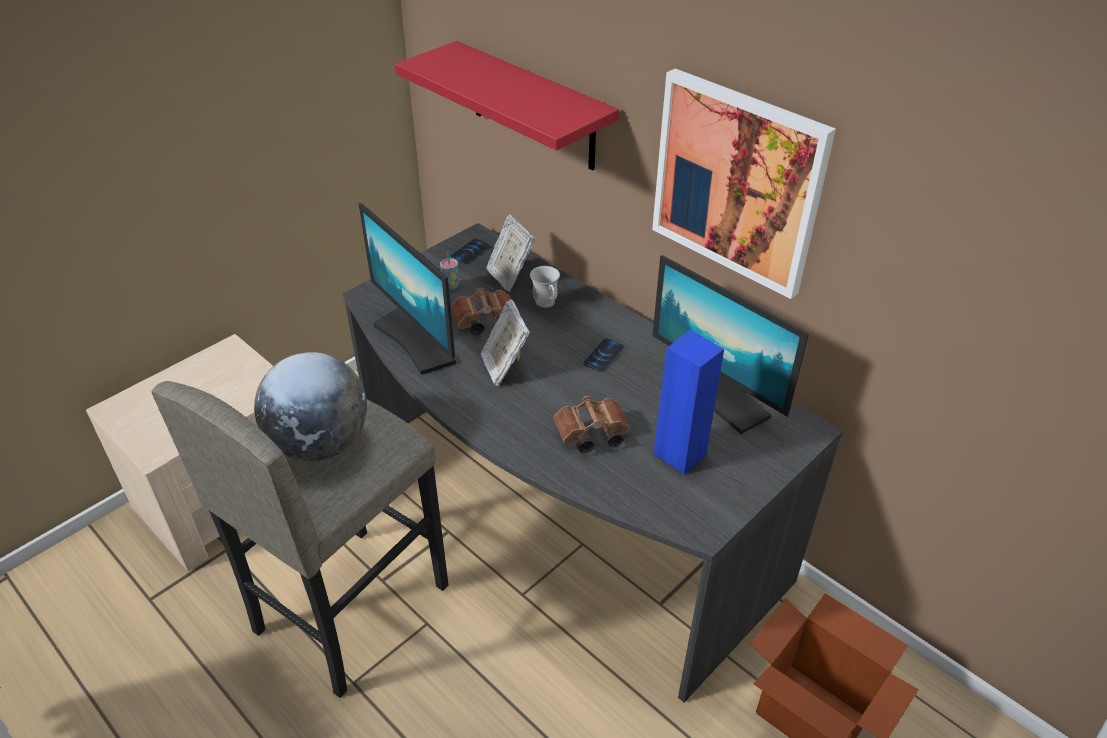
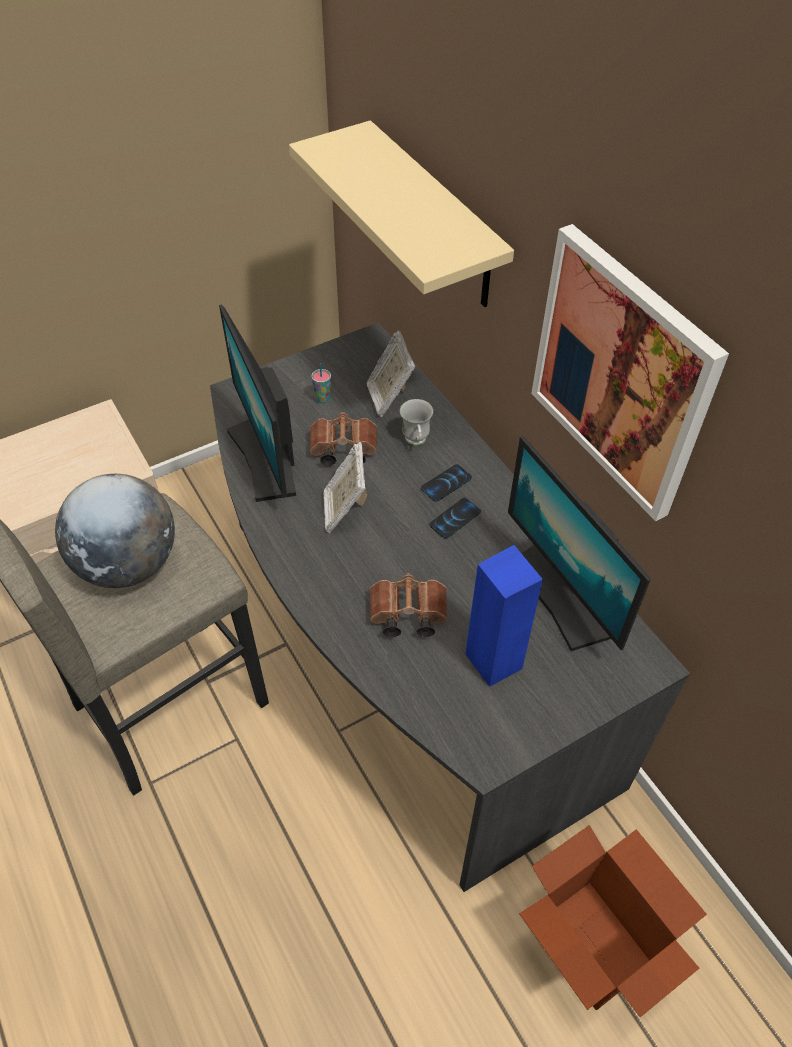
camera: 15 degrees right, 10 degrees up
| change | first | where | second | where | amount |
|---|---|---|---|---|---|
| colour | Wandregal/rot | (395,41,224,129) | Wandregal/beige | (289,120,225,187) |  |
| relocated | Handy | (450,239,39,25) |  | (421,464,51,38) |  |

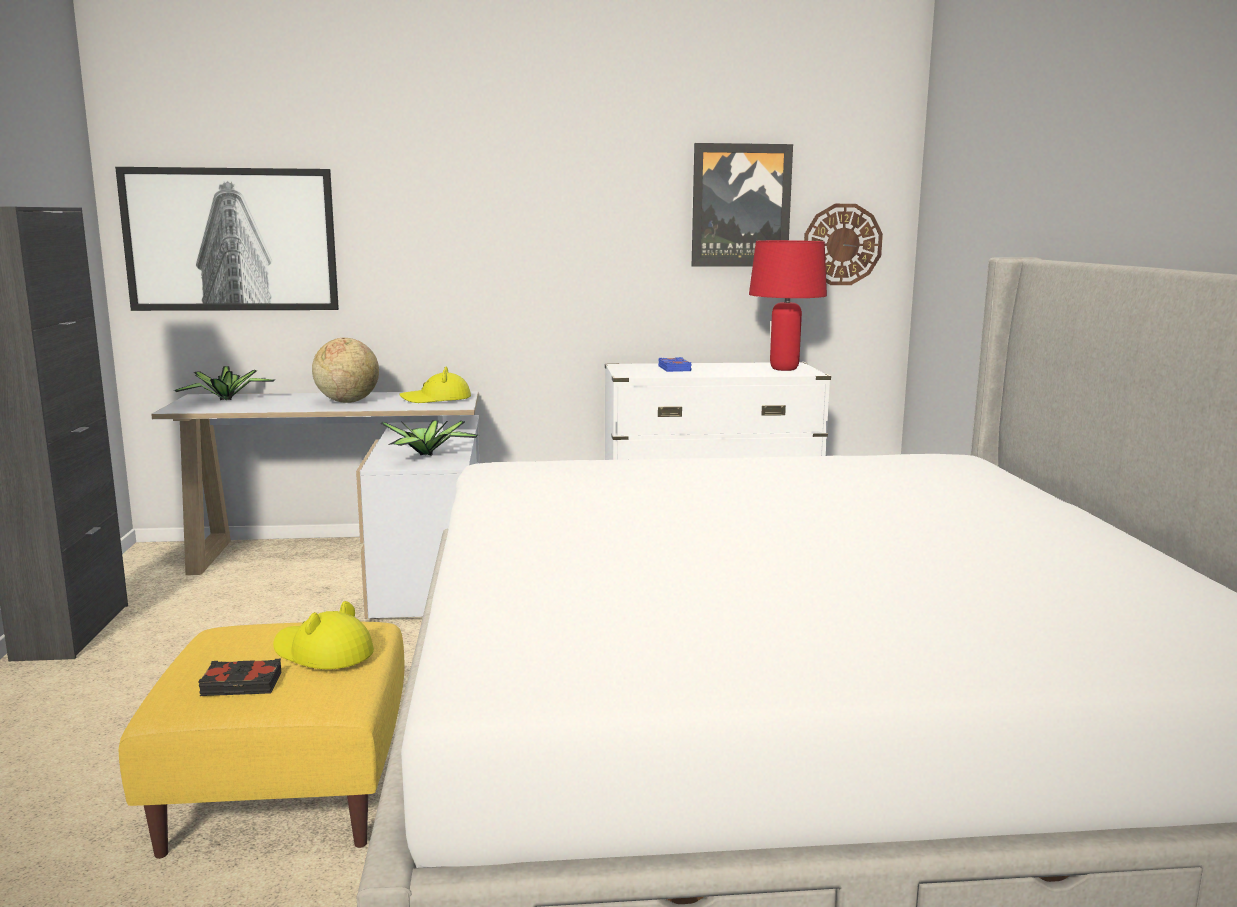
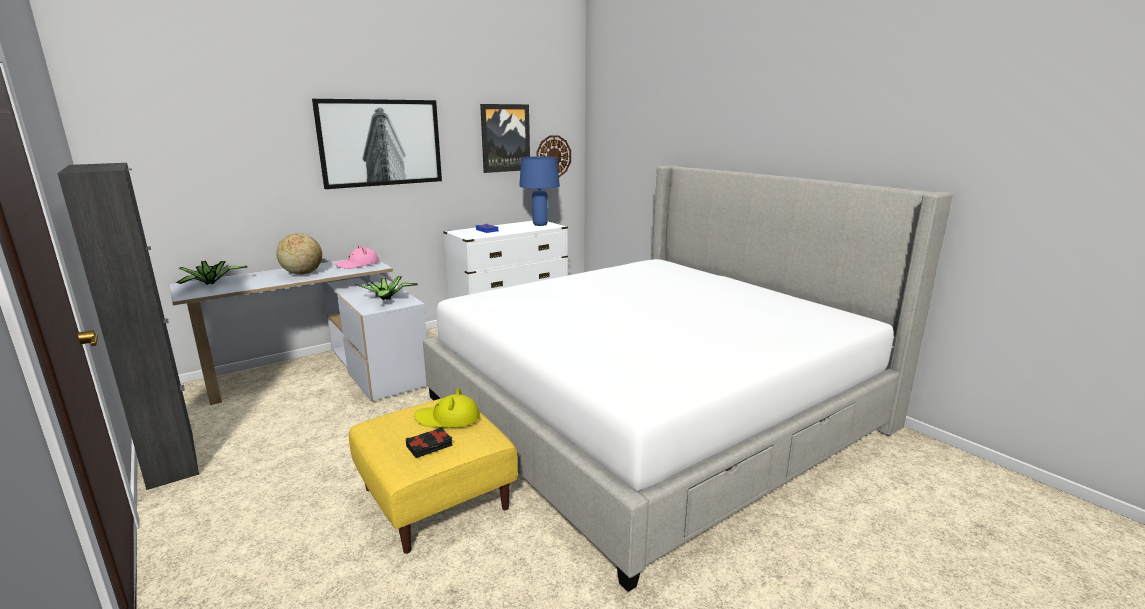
camera: 30 degrees left, 5 degrees up
| change | first | where | second | where | amount |
|---|---|---|---|---|---|
| relocated | Bild | (115,167,224,144) |  | (312,99,130,90) |  |
| colour | Tischlampe/rot | (749,240,78,131) | Tischlampe/blau | (519,156,41,70) |  |
| colour | Hut/gelb | (399,367,72,36) | Hut/rosa | (334,244,45,25) |  |

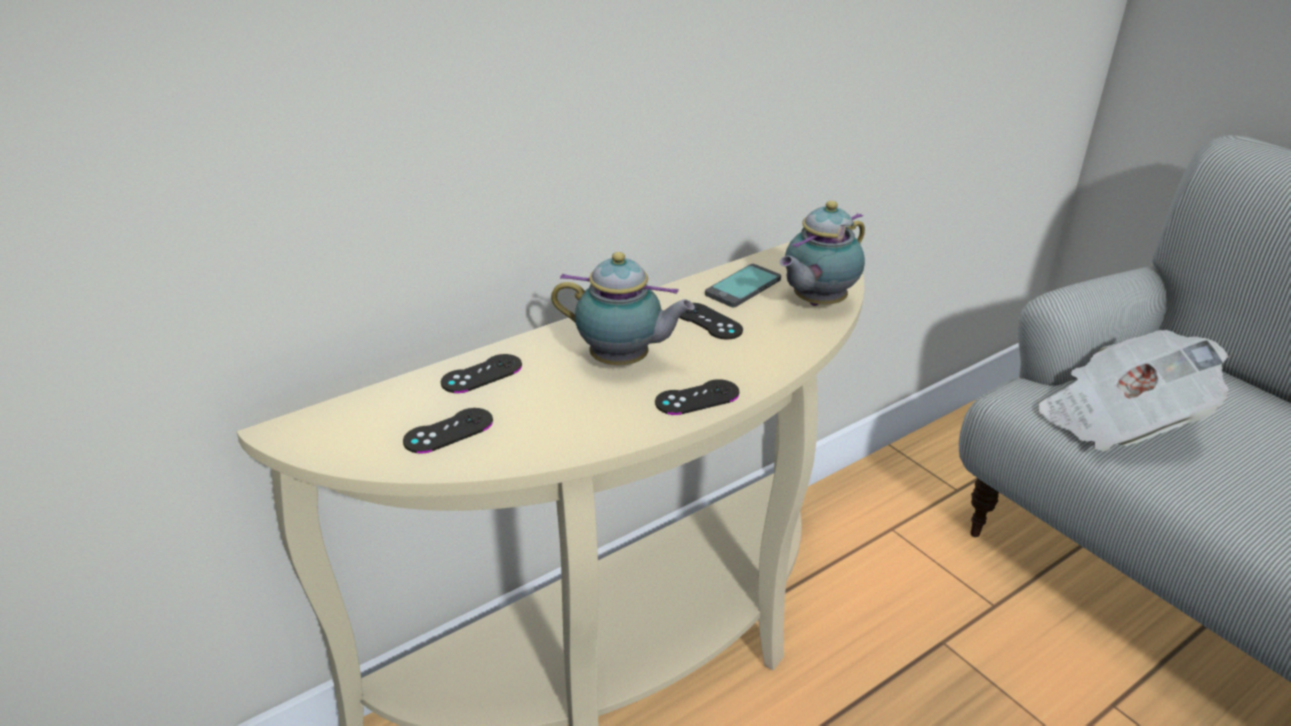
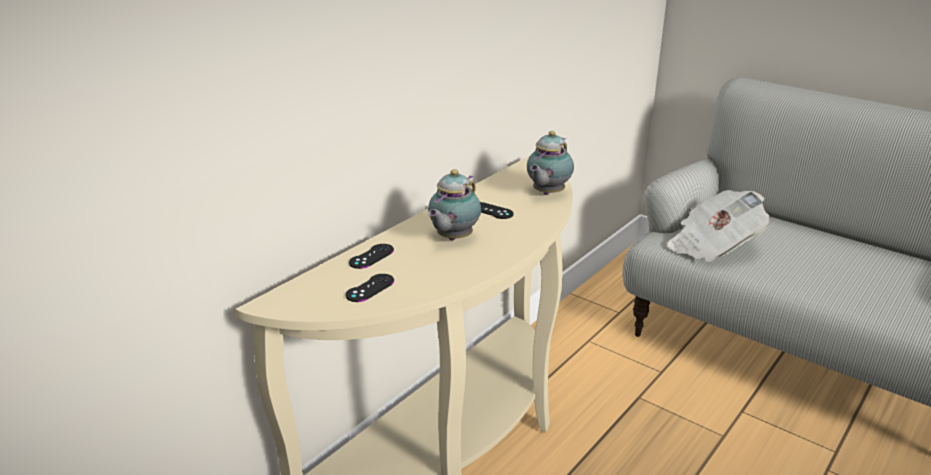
camera: 15 degrees left, 5 degrees down
| change | first | where | second | where | amount |
|---|---|---|---|---|---|
| spun | Teekanne | (551,252,144,113) |  | (428,169,53,71) | 120 degrees clockwise |
| missing | Handy | (705,264,76,43) |  |  |  |
| missing | Gamepad/schwarz | (655,379,84,36) |  |  |  |

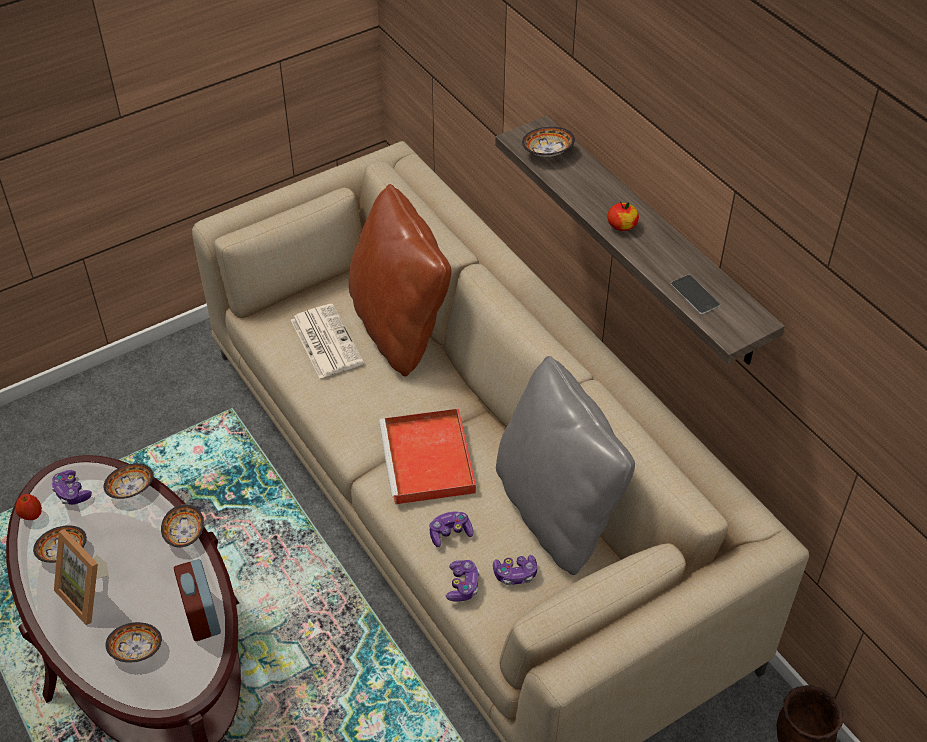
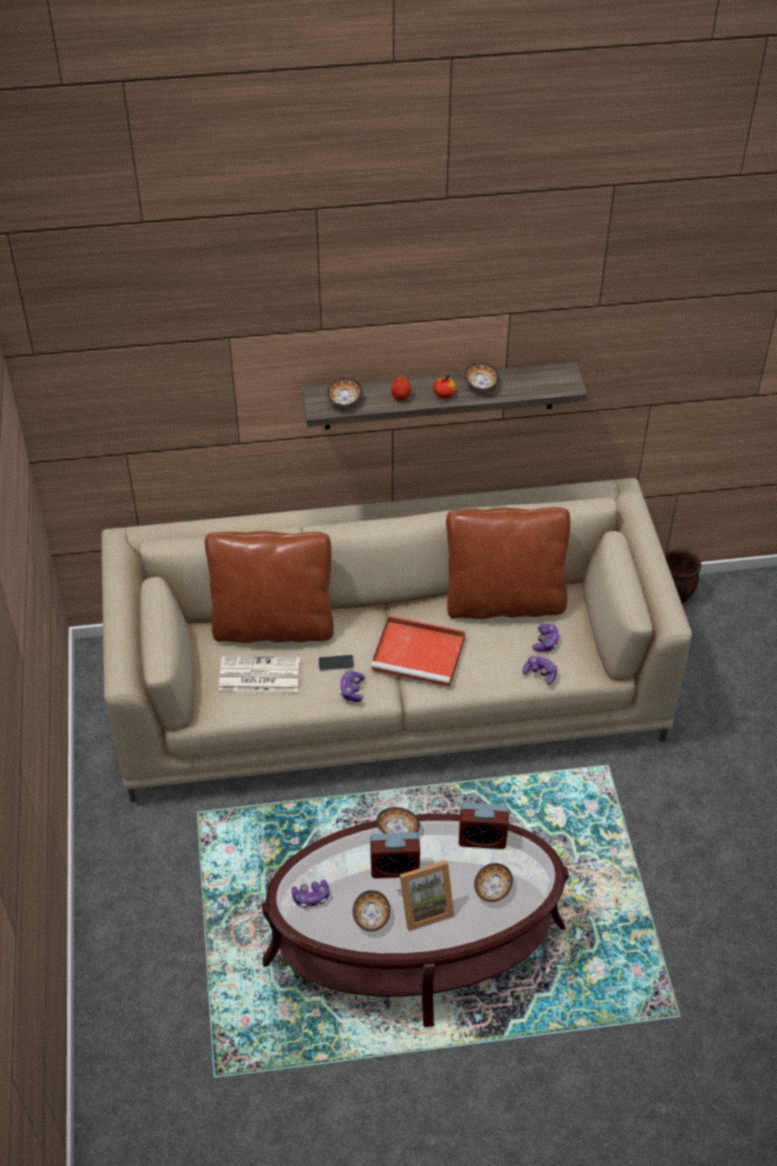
camera: 65 degrees left, 0 degrees up
| change | first | where | second | where | amount |
|---|---|---|---|---|---|
| relocated | Handy | (670,275,50,39) |  | (318,655,36,16) |  |
| colour | Kissen/grau | (496,356,139,219) | Kissen/braun | (446,507,124,112) |  |
| relocated | Schüssel | (104,463,49,36) |  | (464,362,35,28) |  |
| relocated | Apfel | (15,494,27,26) |  | (391,376,20,25) |  |
| relocated | Gamepad | (430,511,44,36) |  | (339,671,26,31) |  |
| appeared |  |  | Wecker | (370,832,50,46) |  |

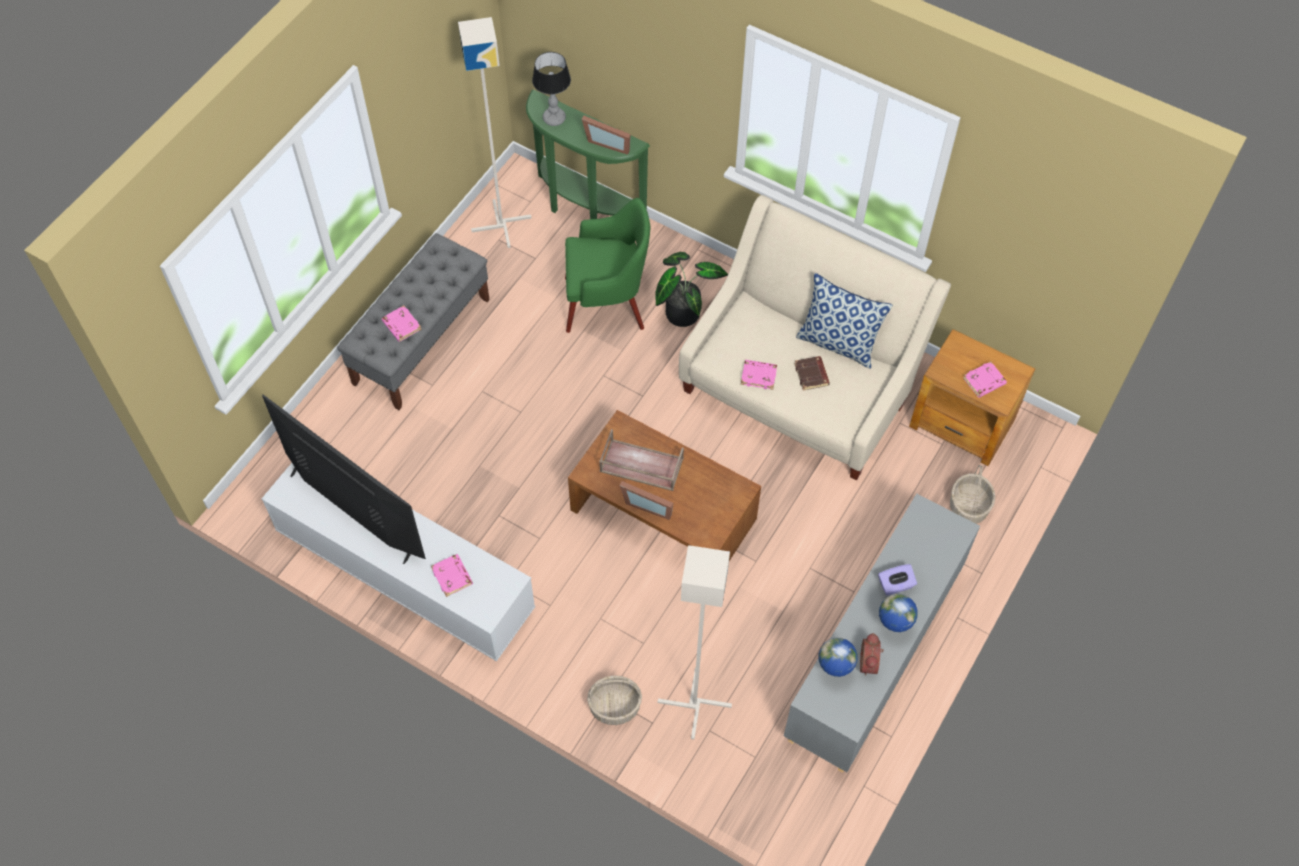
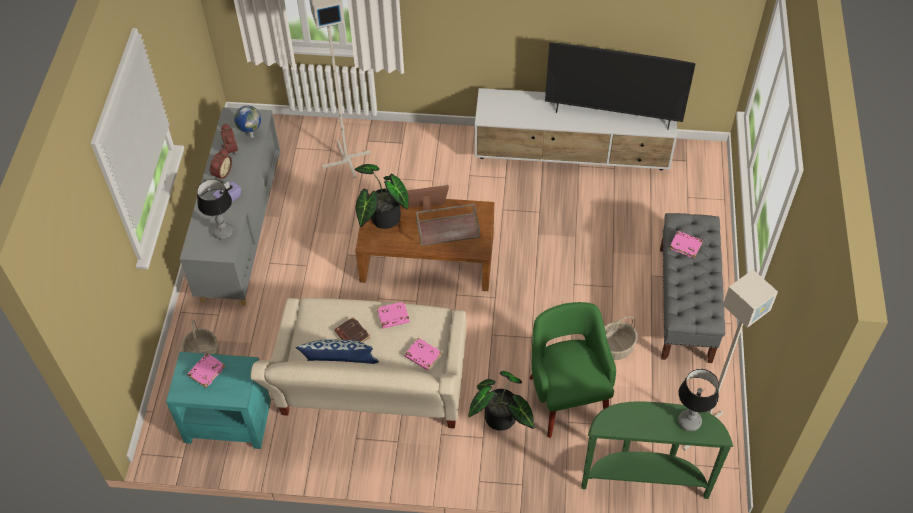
camera: 155 degrees right, 5 degrees down
| change | first | where | second | where | amount |
|---|---|---|---|---|---|
| missing | Bilderrahmen | (582,116,49,39) |  |  |  |
| spun | Sessel/grün | (565,198,85,135) |  | (529,302,87,136) | 105 degrees clockwise |
| colour | Beistelltisch/braun | (909,329,126,137) | Beistelltisch/türkis | (166,352,105,97) |  |
| relocated | Buch/rosa | (431,554,42,43) |  | (405,338,37,33) |  |
| exchanged | Globus | (879,594,39,38) | Wecker | (210,148,22,32) |  |
| relocated | Korb | (587,675,55,50) |  | (604,316,34,44) |  |
| appeared |  |  | Topfpflanze | (355,164,53,65) |  |
| appeared |  |  | Tischlampe | (197,179,36,61) |  |

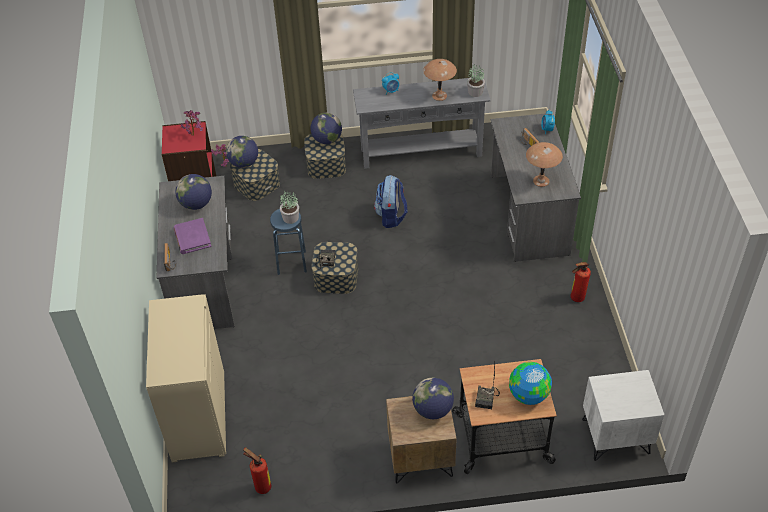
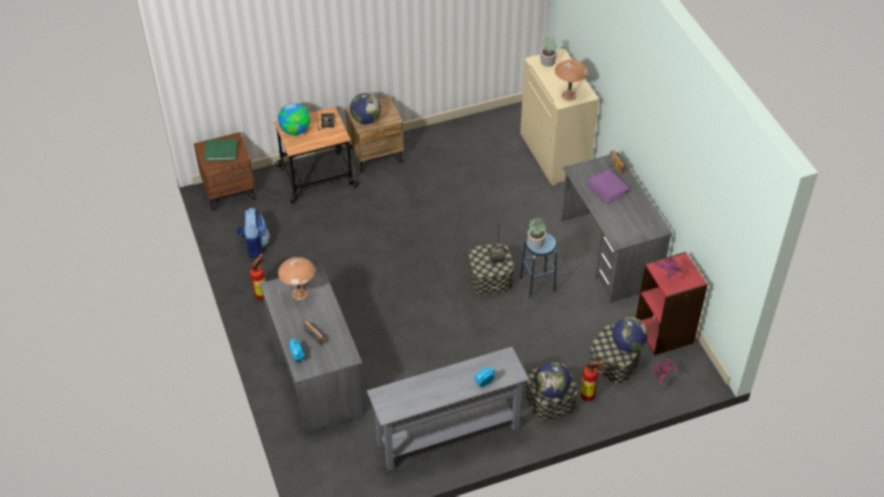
camera: 165 degrees right, 0 degrees up
| change | first | where | second | where | amount |
|---|---|---|---|---|---|
| relocated | Tischlampe/braun | (423,59,34,42) |  | (555,59,33,42) |  |
| relocated | Topfpflanze | (467,63,18,34) |  | (540,38,17,29) |  |
| missing | Globus | (175,174,37,36) |  |  |  |
| relocated | Rucksack | (374,175,33,53) |  | (237,208,33,50) |  |
| colour | Nachttisch/weiß | (582,370,82,91) | Nachttisch/braun | (194,132,62,79) |  |
| relocated | Feuerlöscher | (243,447,28,47) |  | (581,361,24,40) |  |
| appeared |  |  | Buch/grün | (204,139,34,23) |  |

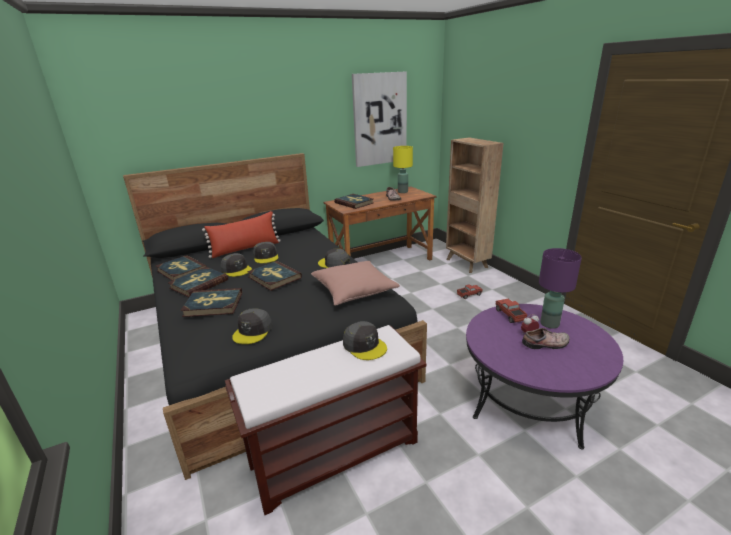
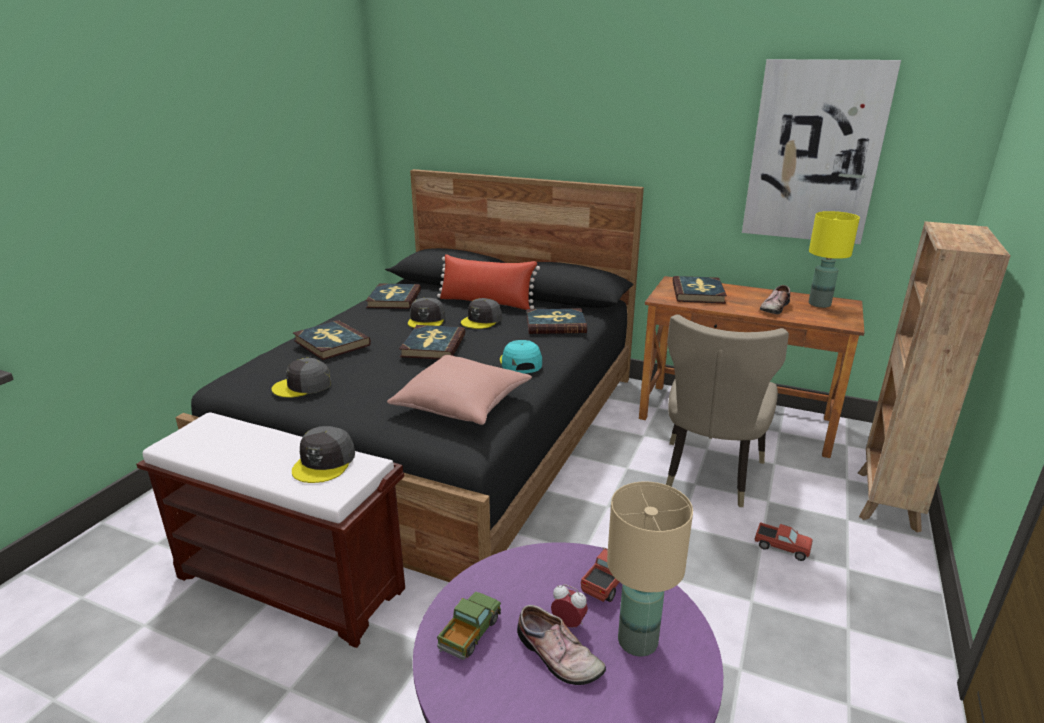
camera: 50 degrees right, 0 degrees up
| change | first | where | second | where | amount |
|---|---|---|---|---|---|
| colour | Tischlampe/lila | (539,248,43,81) | Tischlampe/beige | (607,481,86,175) |  |
| colour | Kappe/grau | (318,249,32,19) | Kappe/türkis | (500,340,42,33) |  |
| relocated | Buch | (168,267,60,30) |  | (527,308,60,26) |  |
| appeared |  |  | Stuhl/beige | (666,314,123,193) |  |
| appeared |  |  | Spielzeuglaster | (437,591,64,69) |  |

